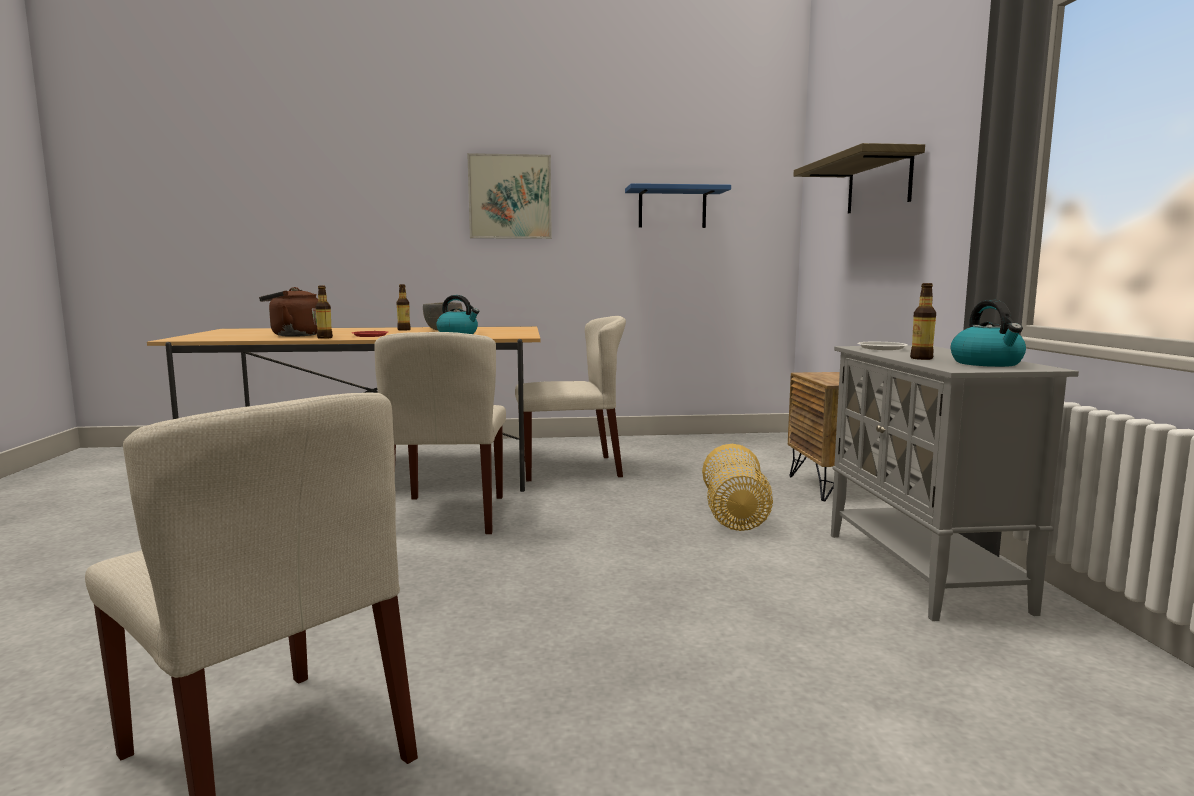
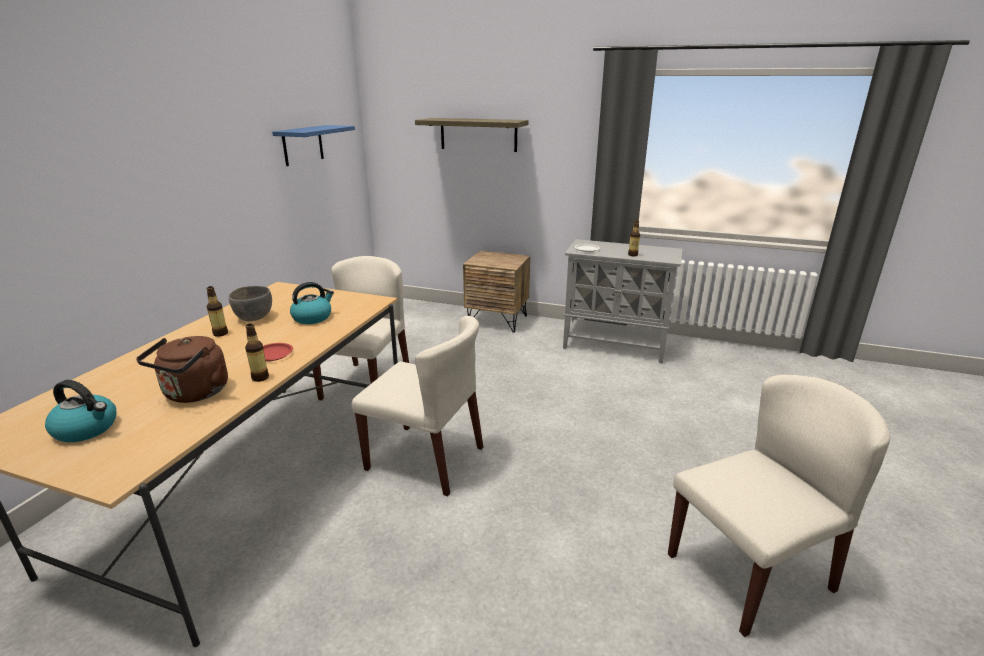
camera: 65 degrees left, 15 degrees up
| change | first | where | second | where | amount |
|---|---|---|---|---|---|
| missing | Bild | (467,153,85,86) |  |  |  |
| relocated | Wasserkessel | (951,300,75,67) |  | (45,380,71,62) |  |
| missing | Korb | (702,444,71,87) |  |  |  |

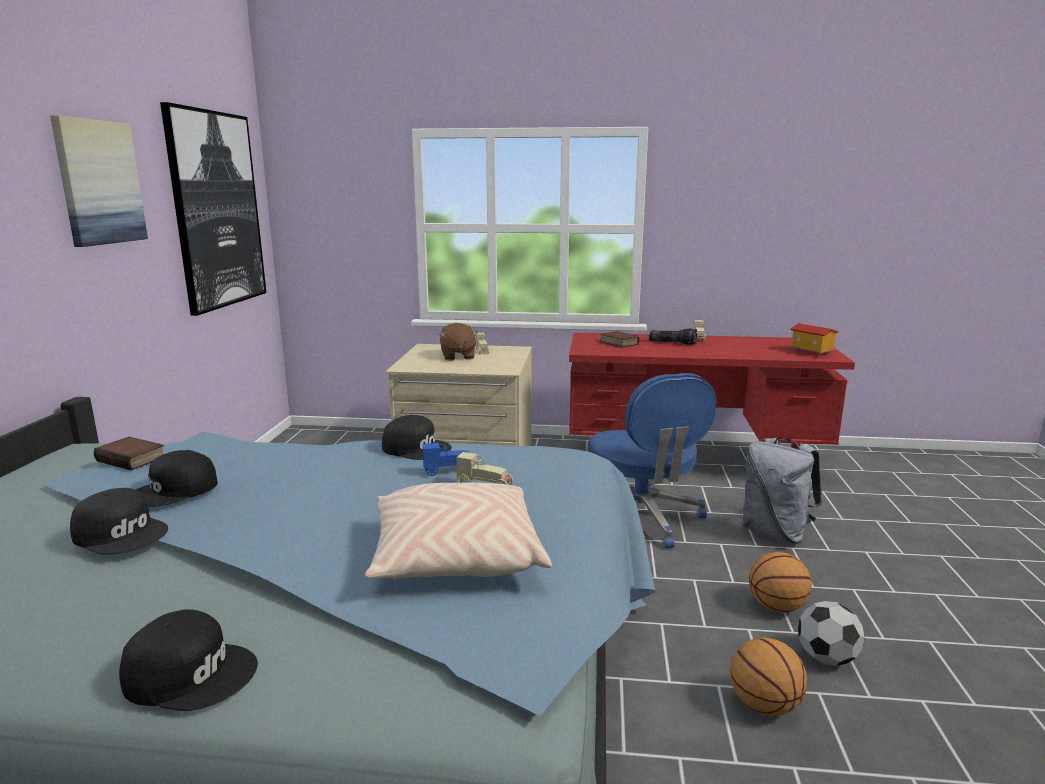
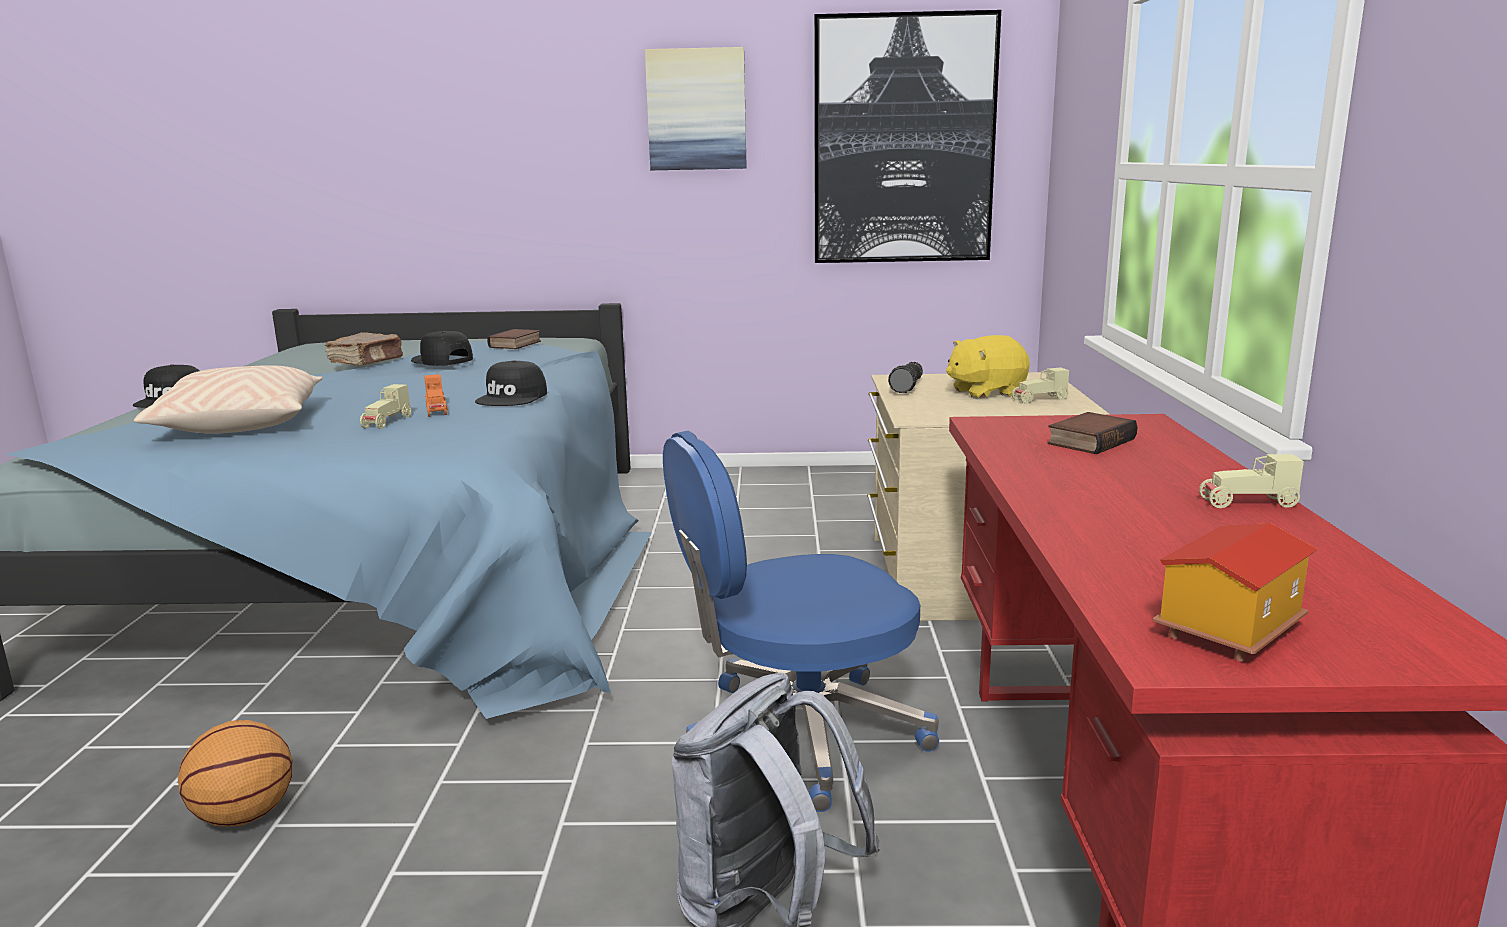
camera: 85 degrees right, 0 degrees up
| change | first | where | second | where | amount |
|---|---|---|---|---|---|
| colour | Plüschtier/braun | (440,323,38,37) | Plüschtier/gelb | (946,335,84,64) |  |
| relocated | Taschenlampe | (649,328,48,17) |  | (888,362,35,31) |  |
| colour | Spielzeugauto/blau | (423,443,46,33) | Spielzeugauto/orange | (424,374,24,43) |  |
| exchanged | Kappe/schwarz | (70,488,98,67) | Buch/braun | (325,332,78,34) |  |
| missing | Basketball | (749,552,63,61) |  |  |  |
| missing | Fußball | (798,601,67,65) |  |  |  |

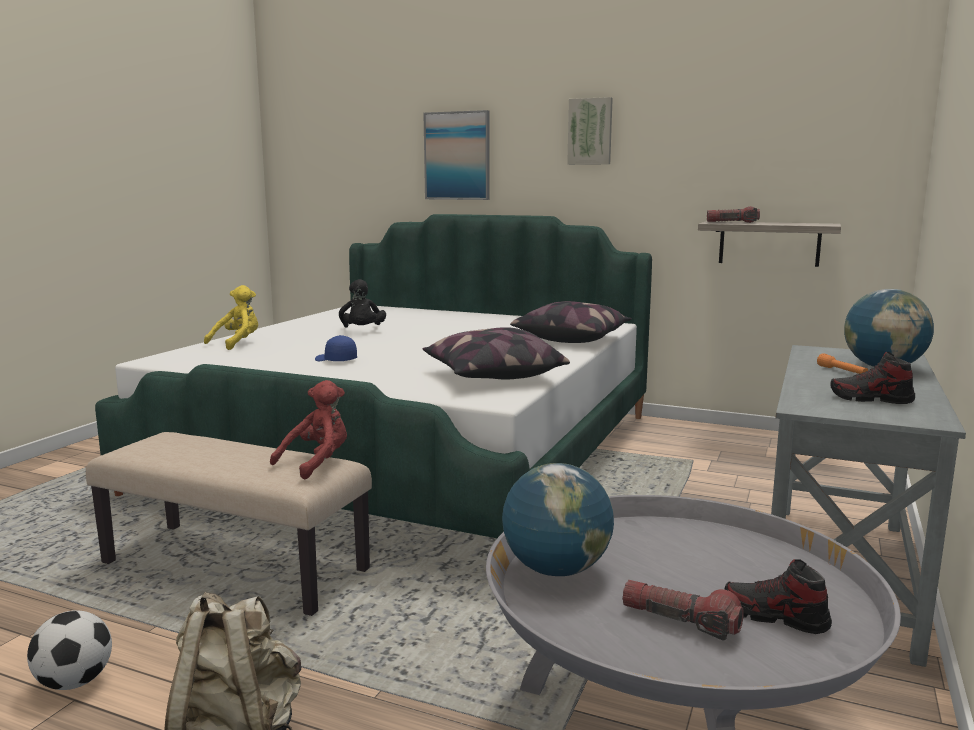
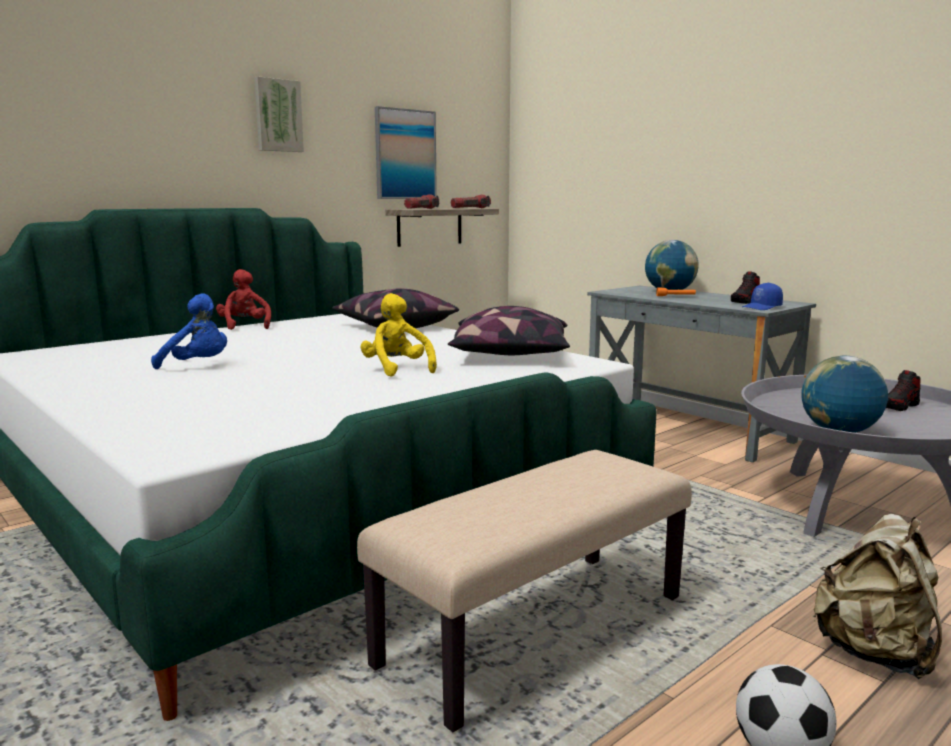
camera: 65 degrees left, 0 degrees up
| change | first | where | second | where | amount |
|---|---|---|---|---|---|
| relocated | Bild | (423,110,66,90) |  | (375,106,62,93) |  |
| colour | Plüschtier/schwarz | (339,279,47,49) | Plüschtier/blau | (151,293,76,76) |  |
| relocated | Plüschtier/gelb | (204,285,54,65) |  | (360,293,77,84) |  |
| relocated | Kappe/blau | (315,335,42,26) |  | (742,283,41,27) |  |
| relocated | Plüschtier/rot | (270,380,77,100) |  | (216,269,55,61) |  |
| relocated | Taschenlampe | (622,580,122,61) |  | (451,195,40,13) |  |

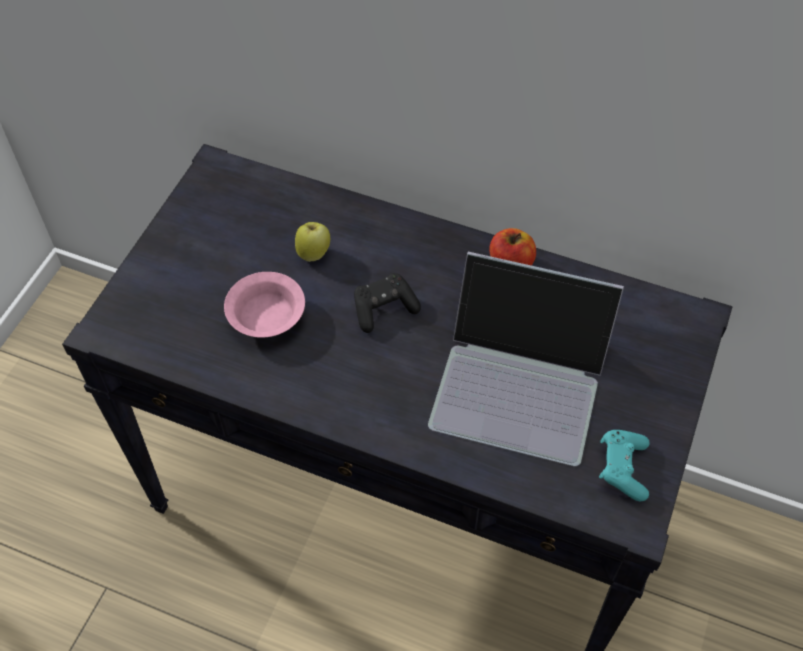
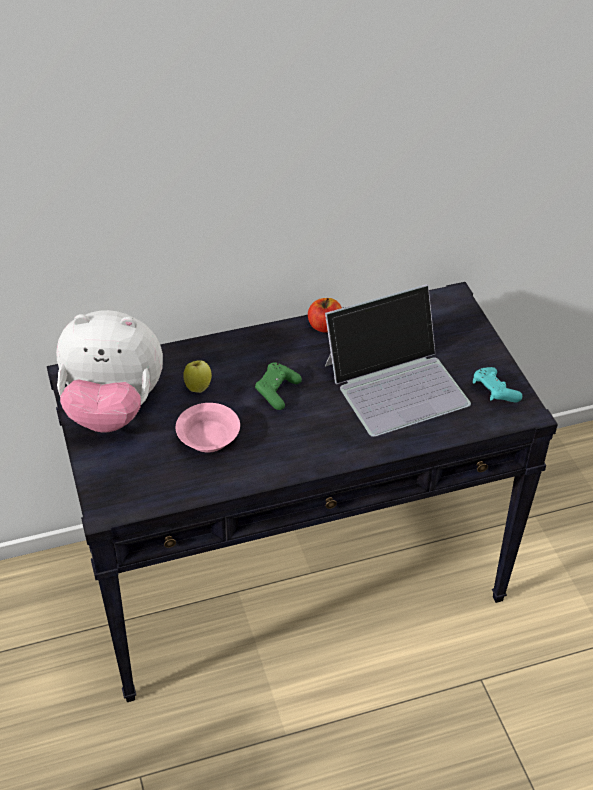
camera: 40 degrees left, 10 degrees down
| change | first | where | second | where | amount |
|---|---|---|---|---|---|
| colour | Gamepad/schwarz | (354,273,67,60) | Gamepad/grün | (255,362,47,48) |  |
| appeared |  |  | Plüschtier | (56,310,107,123) |  |

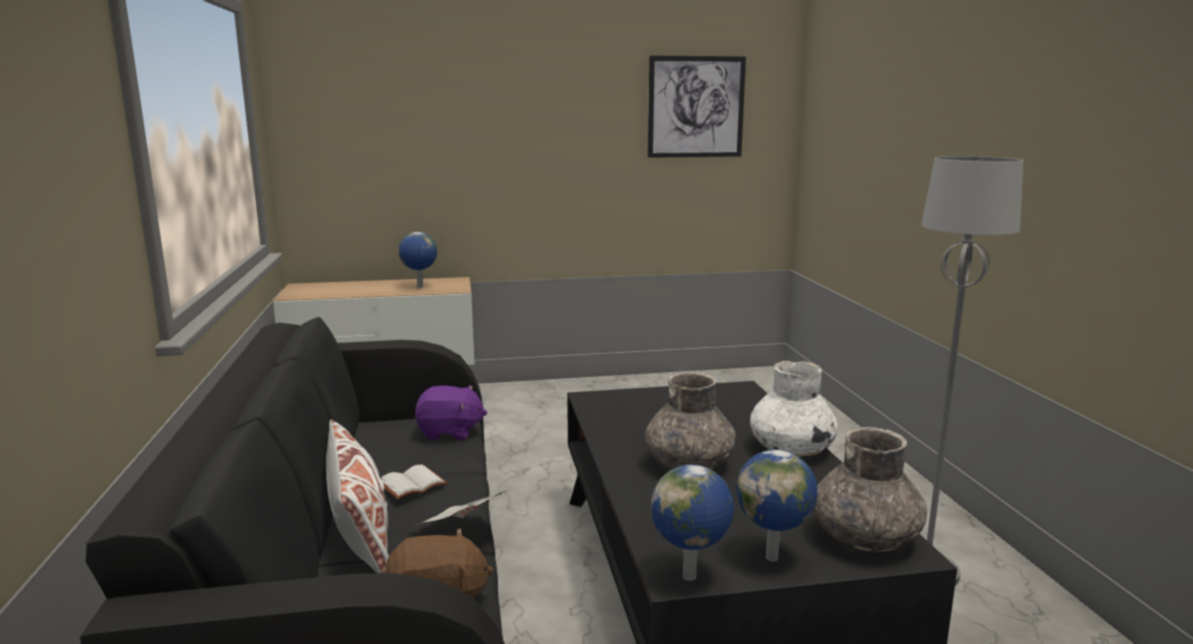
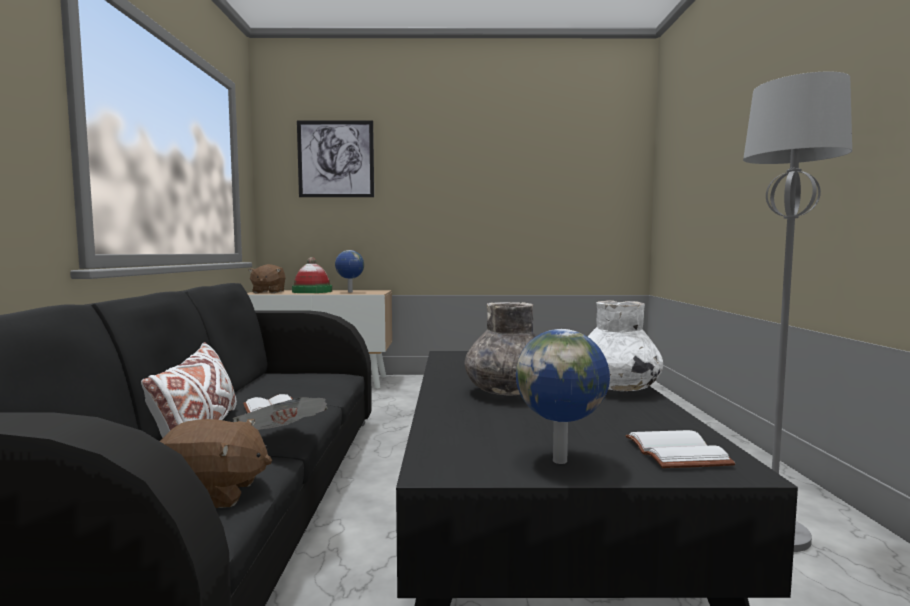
camera: 10 degrees right, 10 degrees down
| change | first | where | second | where | amount |
|---|---|---|---|---|---|
| relocated | Bild | (648,56,98,102) |  | (297,120,77,77) |  |
| missing | Plüschtier/lila | (415,385,72,55) |  |  |  |
| exchanged | Vase/grau | (813,427,114,125) | Buch/weiß | (625,430,110,38) |  |
| missing | Globus | (650,465,84,116) |  |  |  |
| appeared |  |  | Hut | (292,257,40,36) |  |
| appeared |  |  | Plüschtier/braun | (248,264,38,29) |  |

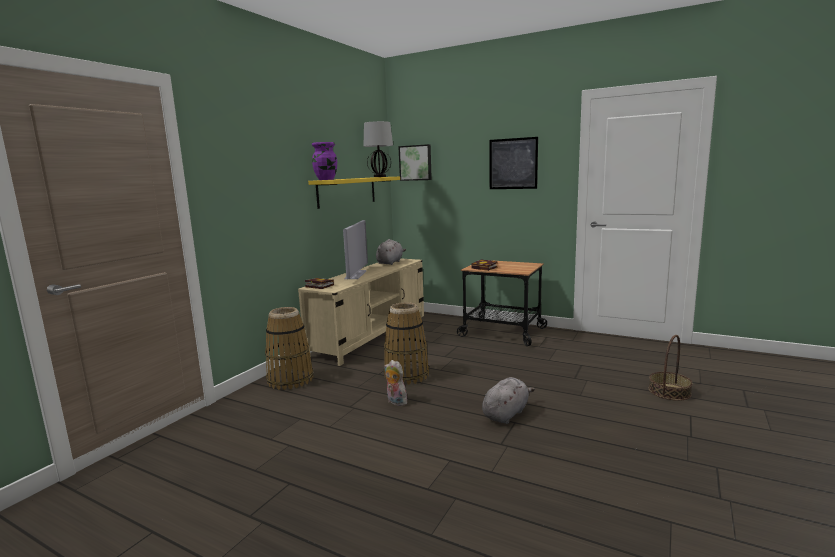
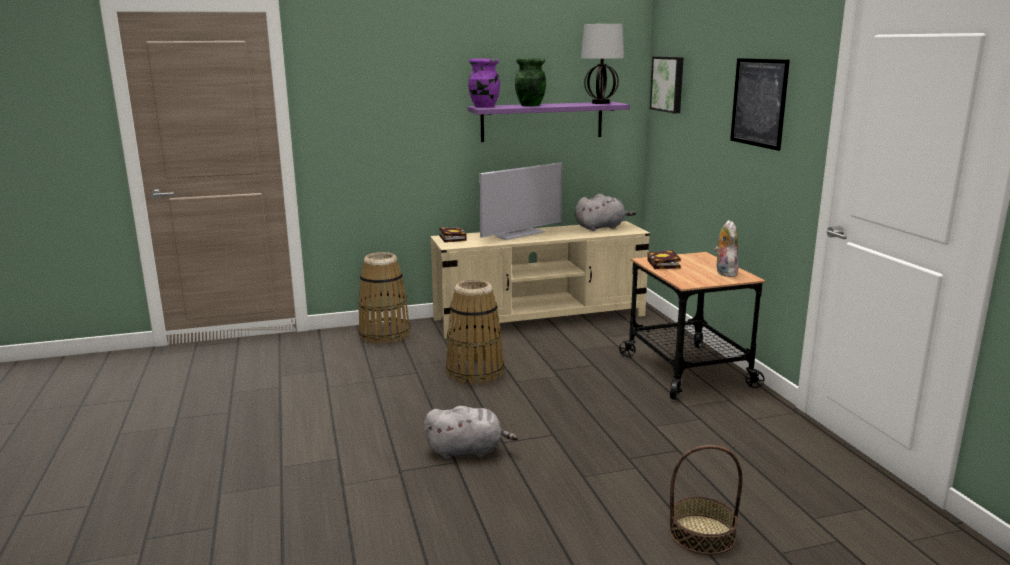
camera: 45 degrees right, 5 degrees up
| change | first | where | second | where | amount |
|---|---|---|---|---|---|
| colour | Wandregal/gelb | (308,177,92,32) | Wandregal/lila | (467,102,163,40) |  |
| relocated | Plüschtier | (384,360,23,46) |  | (715,220,24,57) |  |
| appeared |  |  | Vase/grün | (515,58,31,48) |  |

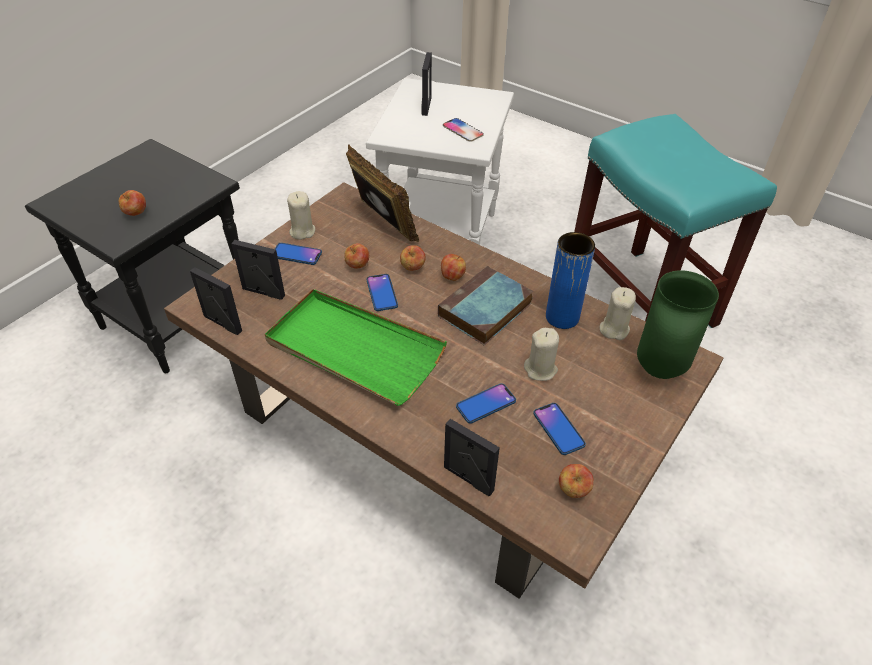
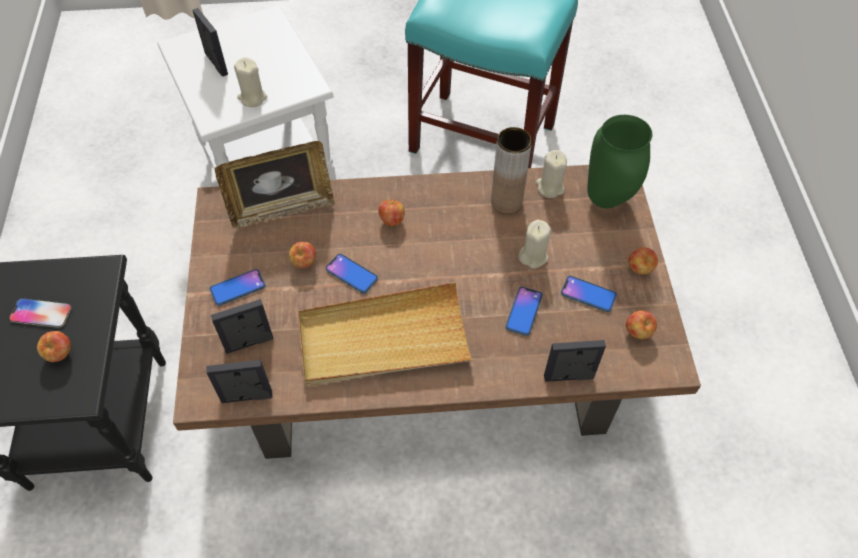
camera: 40 degrees left, 10 degrees up
| change | first | where | second | where | amount |
|---|---|---|---|---|---|
| relocated | Handy | (443,118,41,24) |  | (9,298,63,30) |  |
| spun | Bilderrahmen | (346,145,73,97) |  | (215,141,120,88) | 150 degrees clockwise |
| relocated | Kerze/beige | (287,191,28,49) |  | (234,57,33,50) |  |
| colour | Vase/blau | (546,232,49,97) | Vase/braun | (491,127,41,87) |  |
| relocated | Apfel | (400,246,26,25) |  | (628,247,30,28) |  |
| missing | Buch | (438,266,95,79) |  |  |  |
| colour | Tablett/grün | (265,289,182,117) | Tablett/beige | (298,282,175,104) |  |

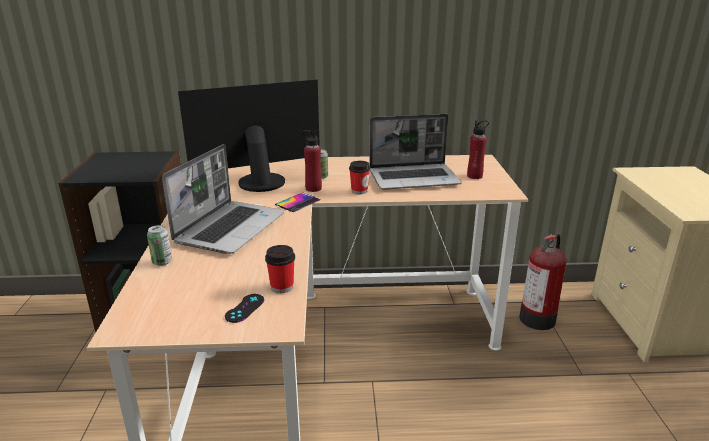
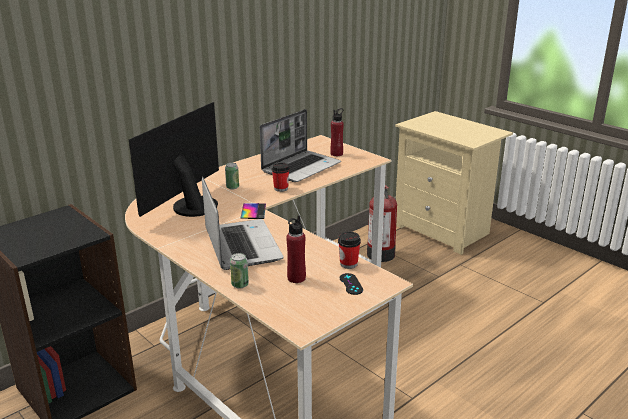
camera: 40 degrees left, 0 degrees up
| change | first | where | second | where | amount |
|---|---|---|---|---|---|
| relocated | Flasche/rot | (303,130,19,62) |  | (286,215,20,68) |  |

